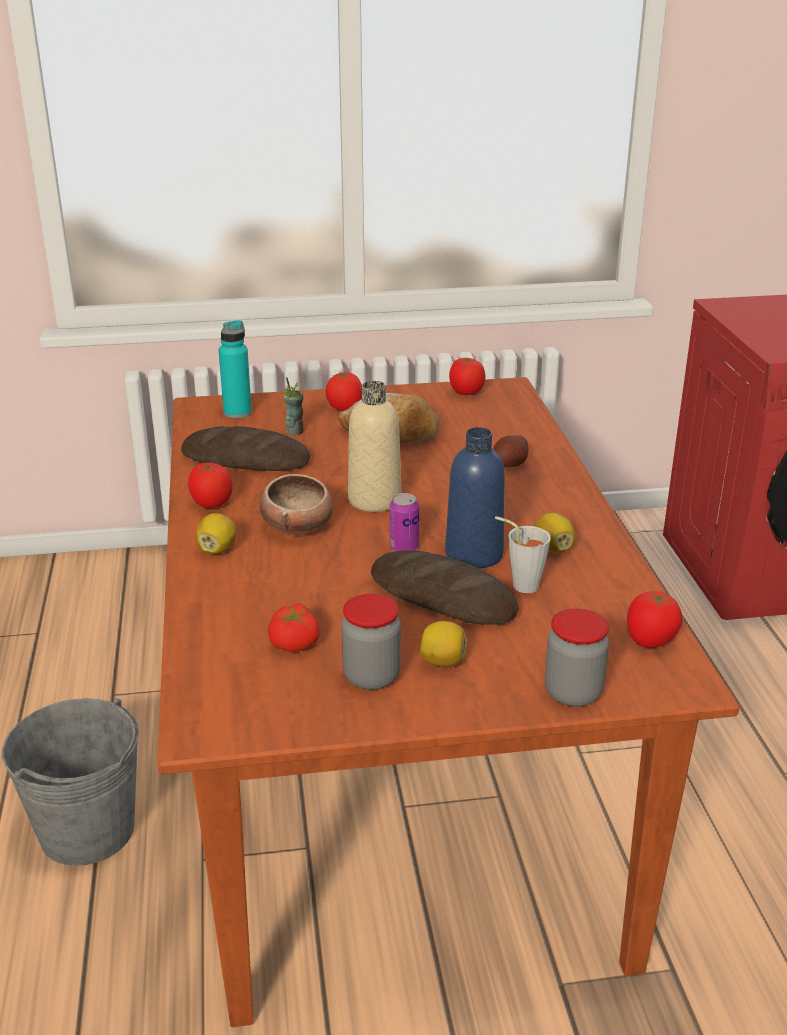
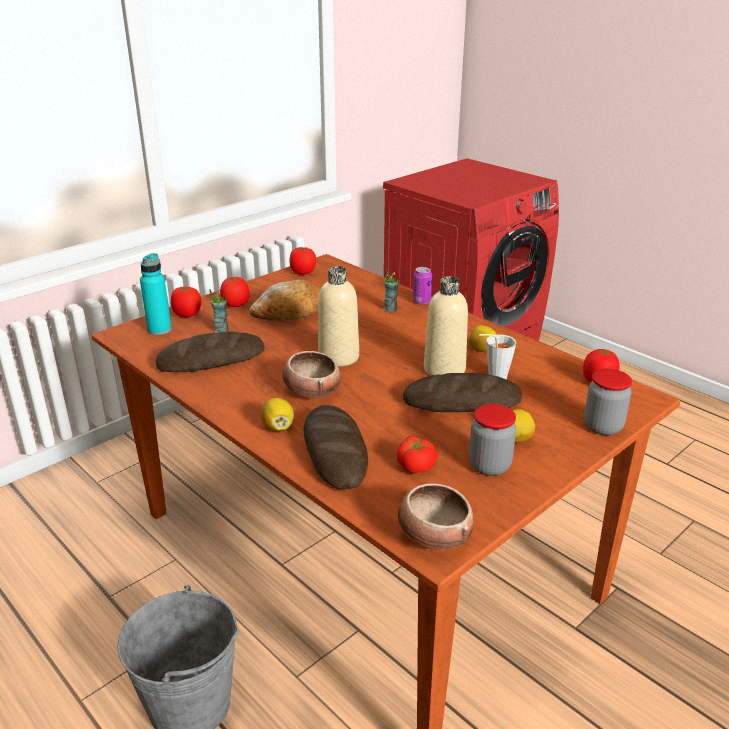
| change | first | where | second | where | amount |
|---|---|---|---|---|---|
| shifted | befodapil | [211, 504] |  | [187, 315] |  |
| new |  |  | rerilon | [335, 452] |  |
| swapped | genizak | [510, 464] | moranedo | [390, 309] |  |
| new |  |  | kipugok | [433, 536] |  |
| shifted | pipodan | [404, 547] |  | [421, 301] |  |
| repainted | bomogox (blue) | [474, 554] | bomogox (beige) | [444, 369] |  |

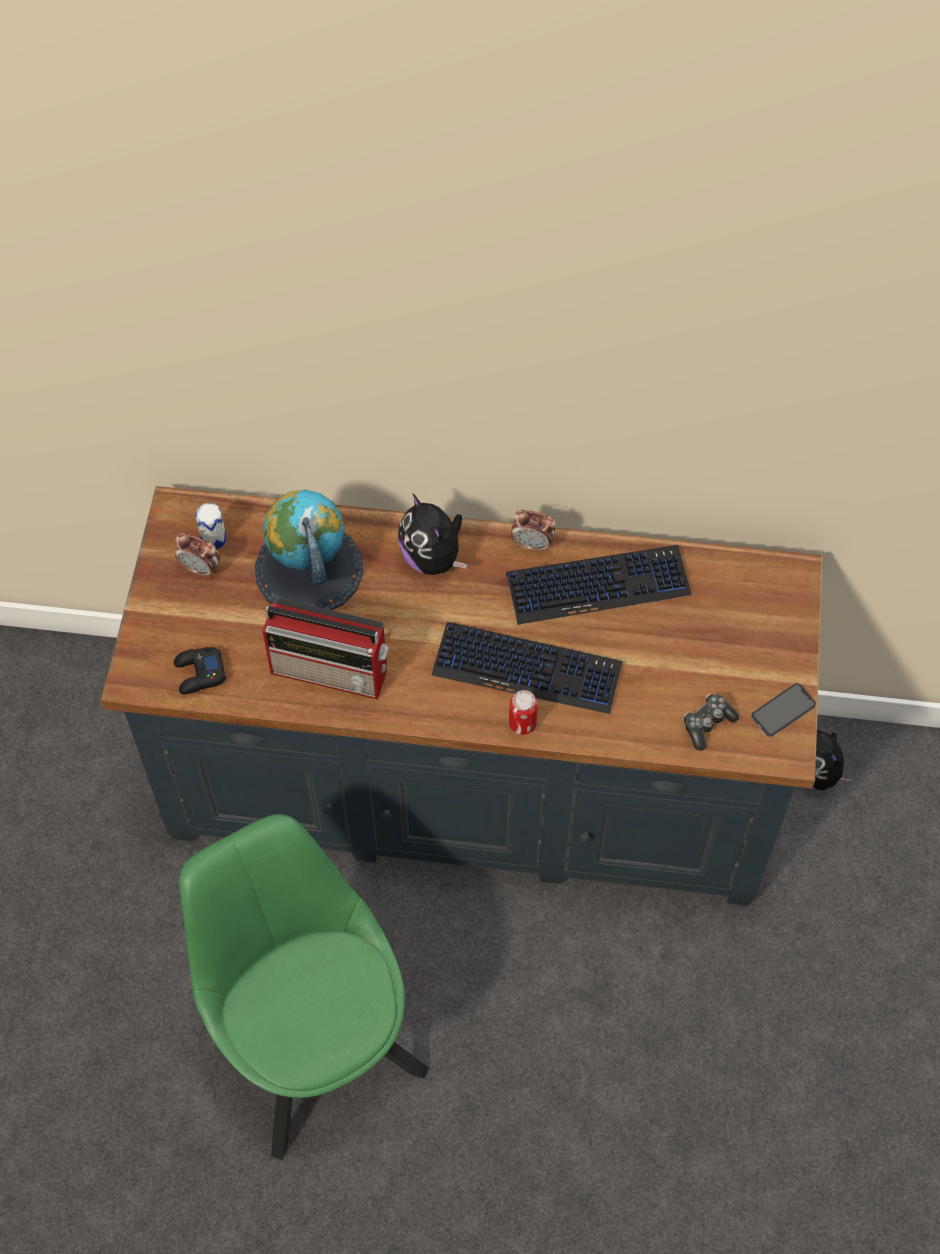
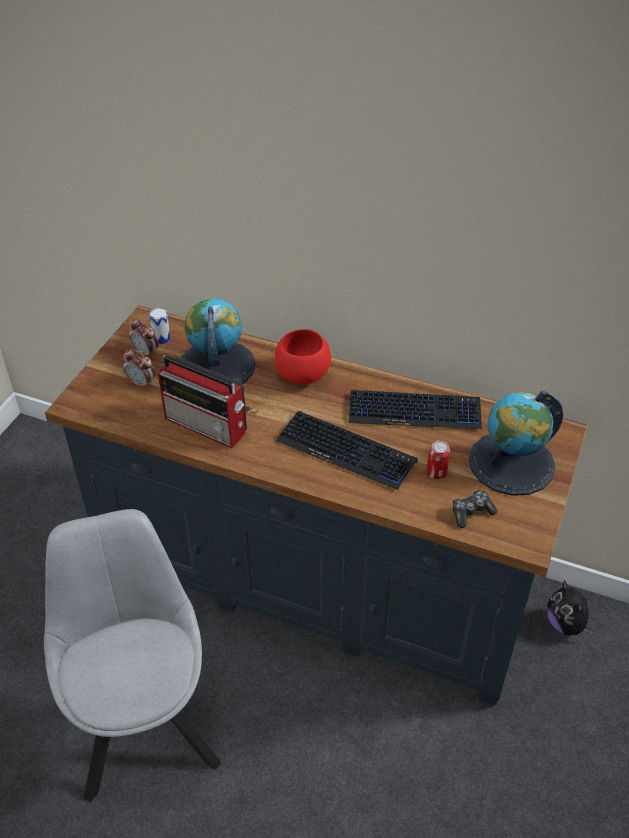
| change | first | where | second | where | amount |
|---|---|---|---|---|---|
| repainted | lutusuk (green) | [312, 1041] | lutusuk (grey) | [144, 722] |  |
| shifted | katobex | [532, 544] |  | [141, 383] |  |
| swapped | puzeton | [433, 558] | kipugok (red) | [303, 375] |  |
| shifted | pipodan | [522, 723] |  | [436, 472] |  |
| new |  |  | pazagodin | [511, 463] |  |
| gone | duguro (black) | [199, 674] |  |  |  |
| gone | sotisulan | [783, 711] |  |  |  |

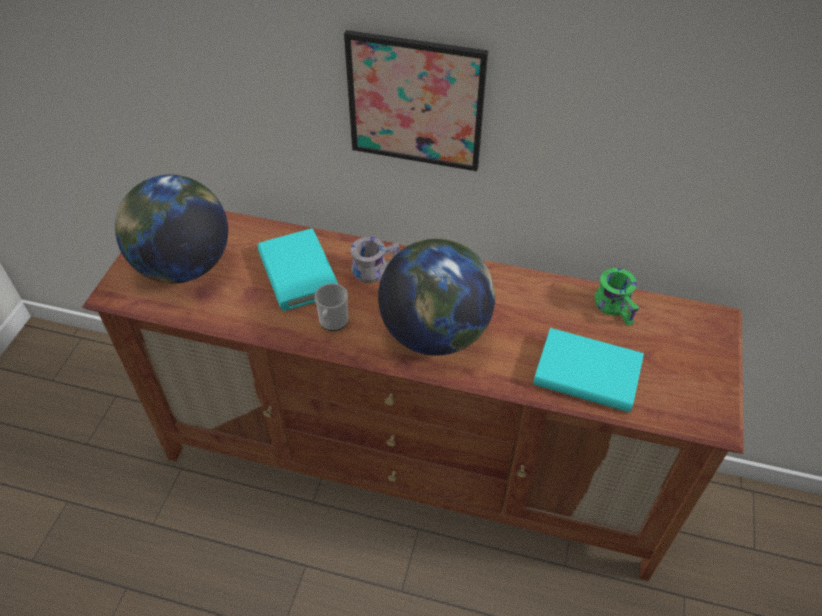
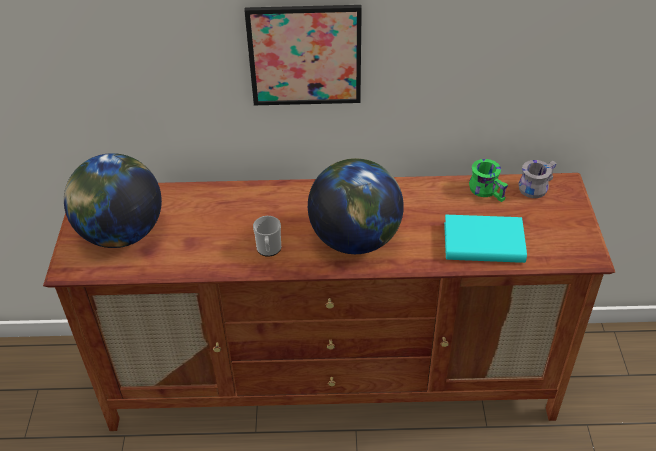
| change | first | where | second | where | amount |
|---|---|---|---|---|---|
| shifted | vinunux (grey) | [373, 267] |  | [534, 186] |  |
| gone | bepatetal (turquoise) | [298, 273] |  |  |  |

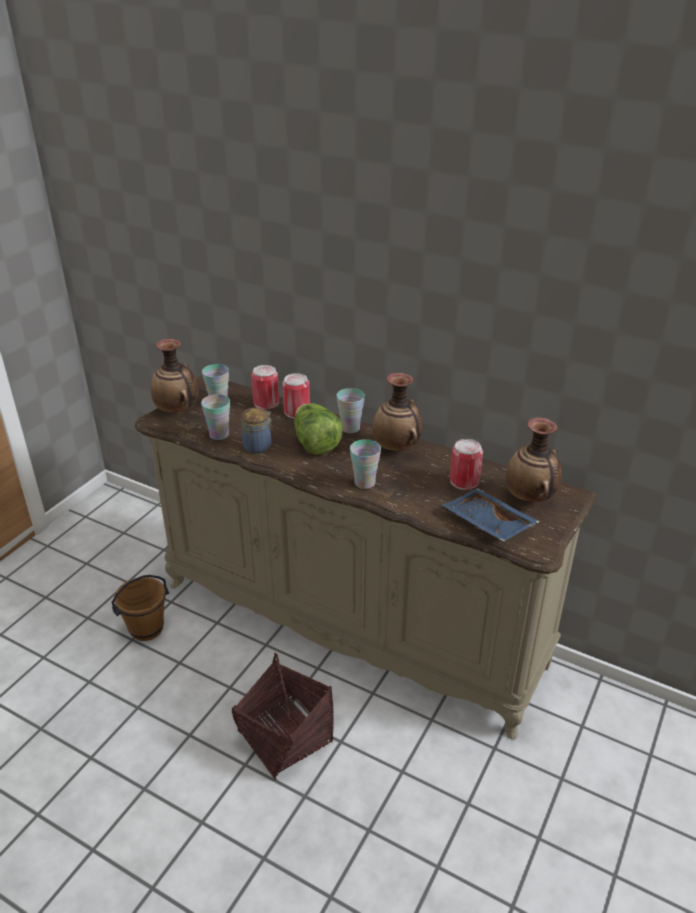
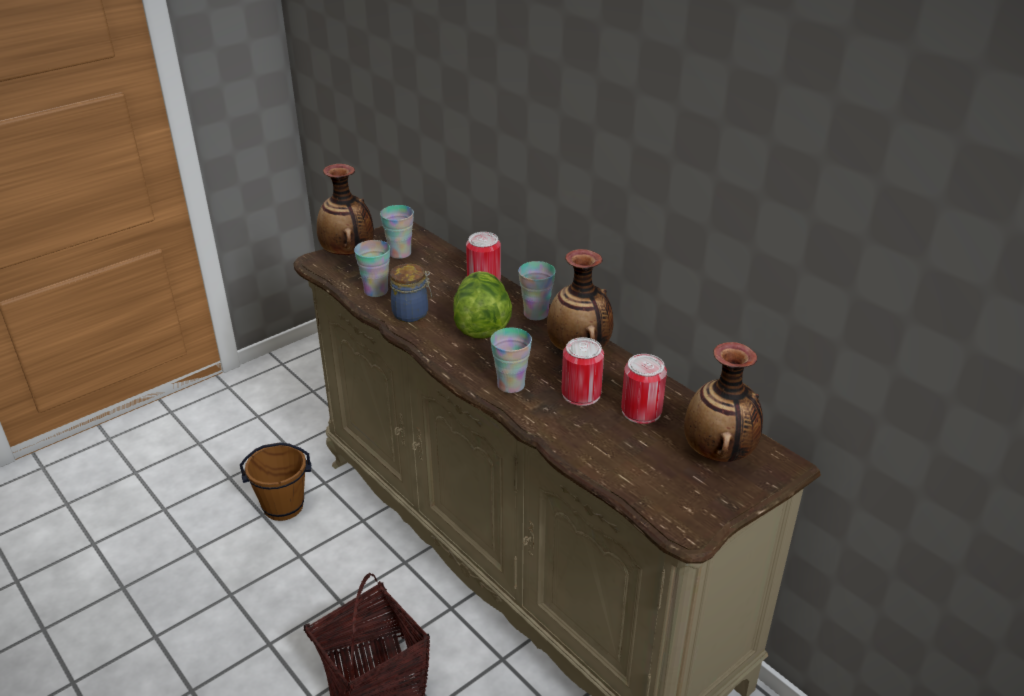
| change | first | where | second | where | amount |
|---|---|---|---|---|---|
| shifted | pipodan | [266, 402] |  | [581, 393] |  |
| gone | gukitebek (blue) | [487, 524] |  |  |  |

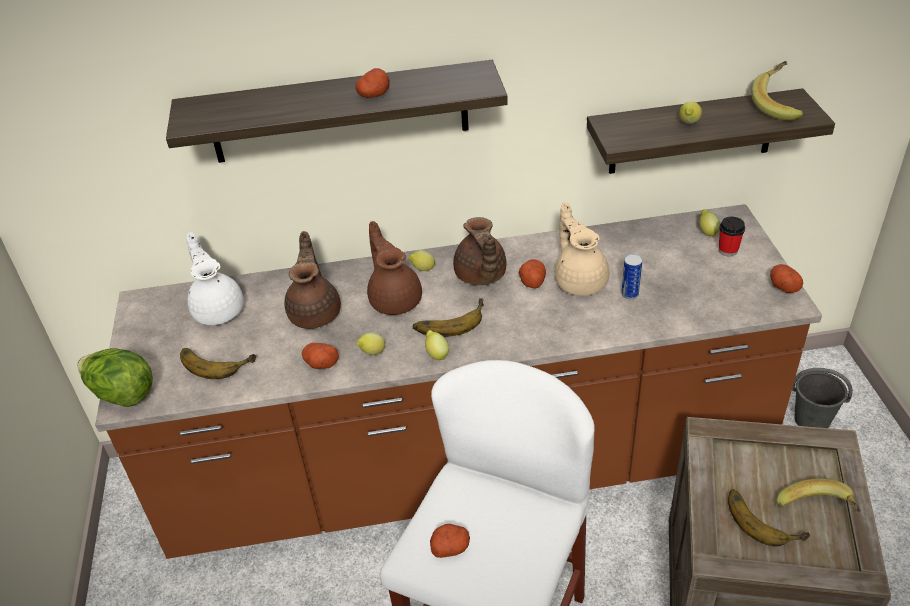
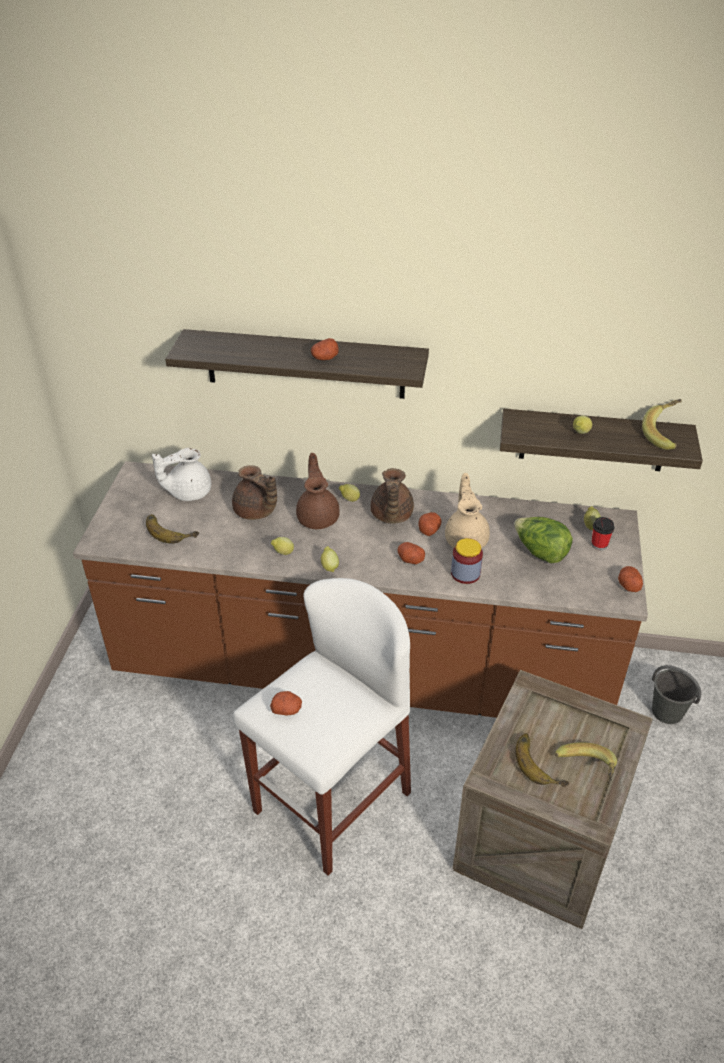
| change | first | where | second | where | amount |
|---|---|---|---|---|---|
| rotated | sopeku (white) | [218, 309] |  | [188, 492] | 105 degrees counterclockwise |
| rotated | sopeku (brown) | [315, 312] |  | [256, 512] | 120 degrees clockwise |
| shifted | genizak | [320, 363] |  | [410, 559] |  |
| new |  |  | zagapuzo | [465, 574] |  |
| shifted | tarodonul | [122, 394] |  | [540, 553] |  |
| gone | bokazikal | [449, 320] |  |  |  |
| gone | pipodan | [630, 294] |  |  |  |

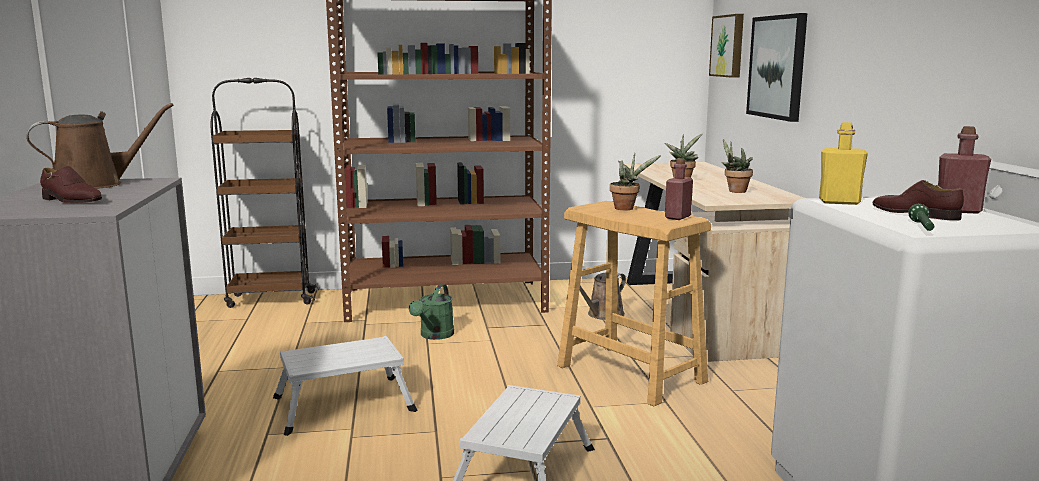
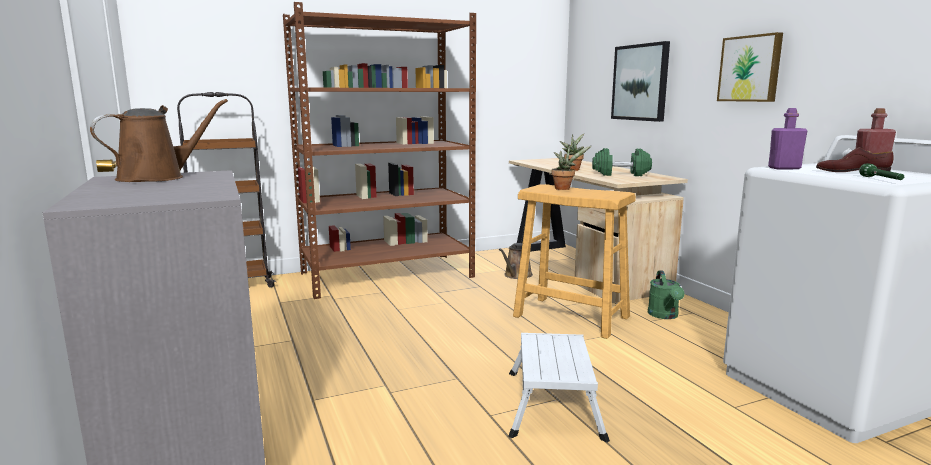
| change | first | where | second | where | amount |
|---|---|---|---|---|---|
| swapped | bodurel | [734, 191] | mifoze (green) | [620, 174] |  |
| shifted | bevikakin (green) | [434, 336] |  | [664, 316] |  |
| shifted | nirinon | [729, 46] |  | [750, 69] |  |
| repainted | bomogox (yellow) | [839, 202] | bomogox (purple) | [784, 168] |  |
| gone | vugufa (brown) | [71, 201] |  |  |  |
| gone | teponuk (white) | [342, 404] |  |  |  |
| gone | bomogox (red) | [678, 217] |  |  |  |

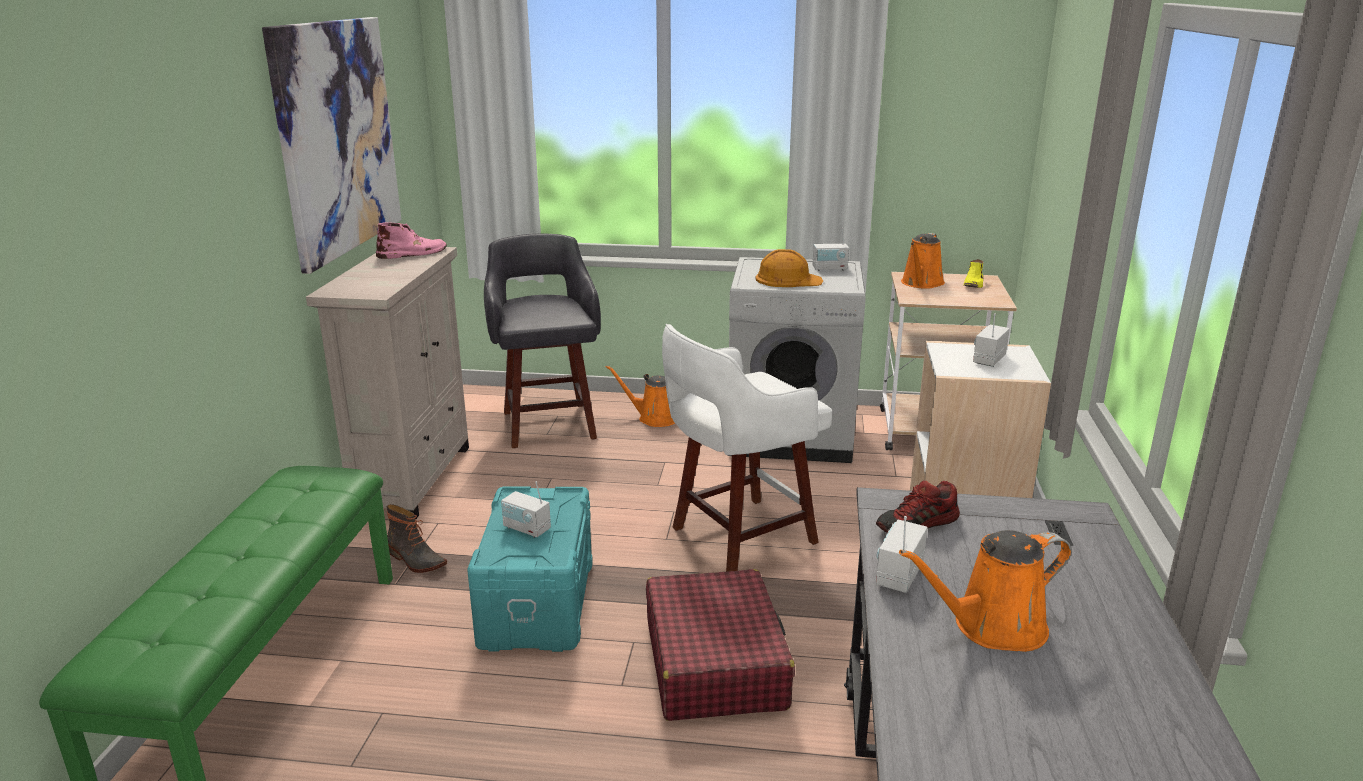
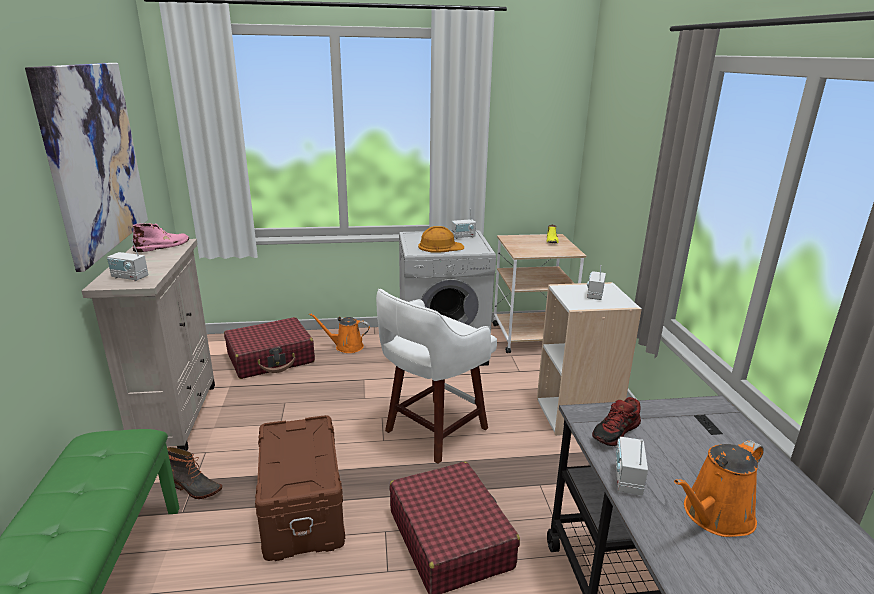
| change | first | where | second | where | amount |
|---|---|---|---|---|---|
| shifted | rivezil | [526, 529] |  | [130, 277] |  |
| swapped | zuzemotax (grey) | [549, 423] | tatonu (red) | [271, 358] |  |
| repainted | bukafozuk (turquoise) | [539, 602] | bukafozuk (brown) | [304, 509] |  |
| gone | bevikakin (orange) | [921, 283] |  |  |  |

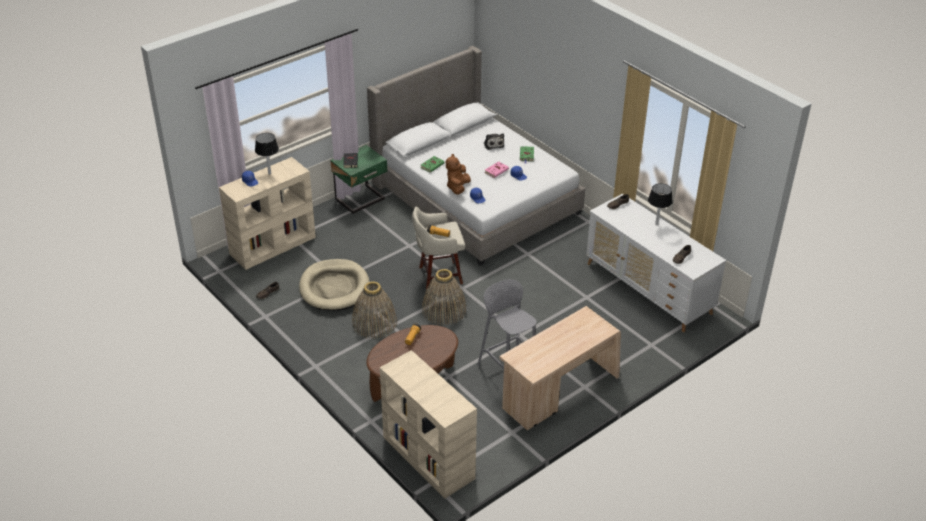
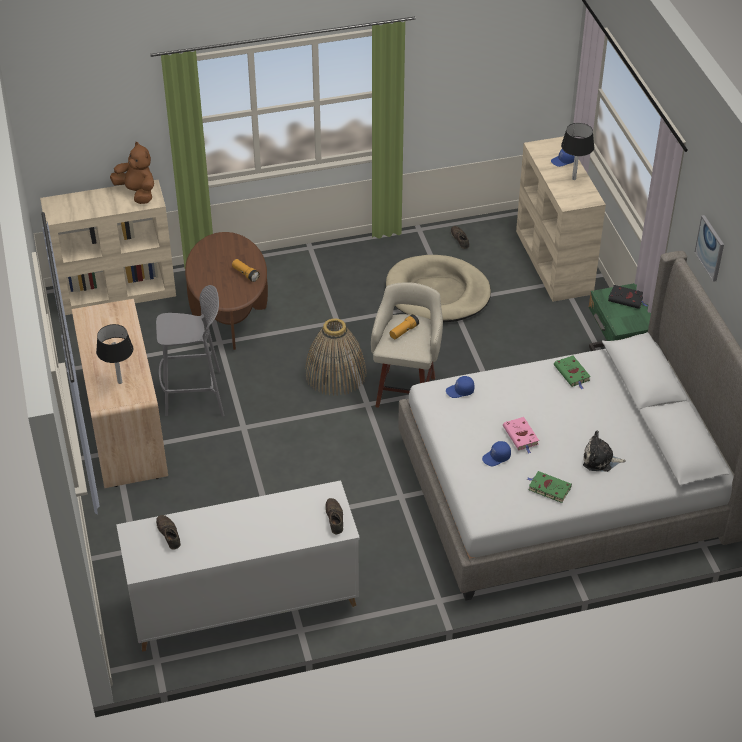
| change | first | where | second | where | amount |
|---|---|---|---|---|---|
| shifted | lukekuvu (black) | [656, 224] |  | [119, 382] |  |
| shifted | puzeton (brown) | [457, 187] |  | [137, 193] |  |
| new |  |  | nirinon | [710, 248] |  |
| gone | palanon | [374, 323] |  |  |  |

